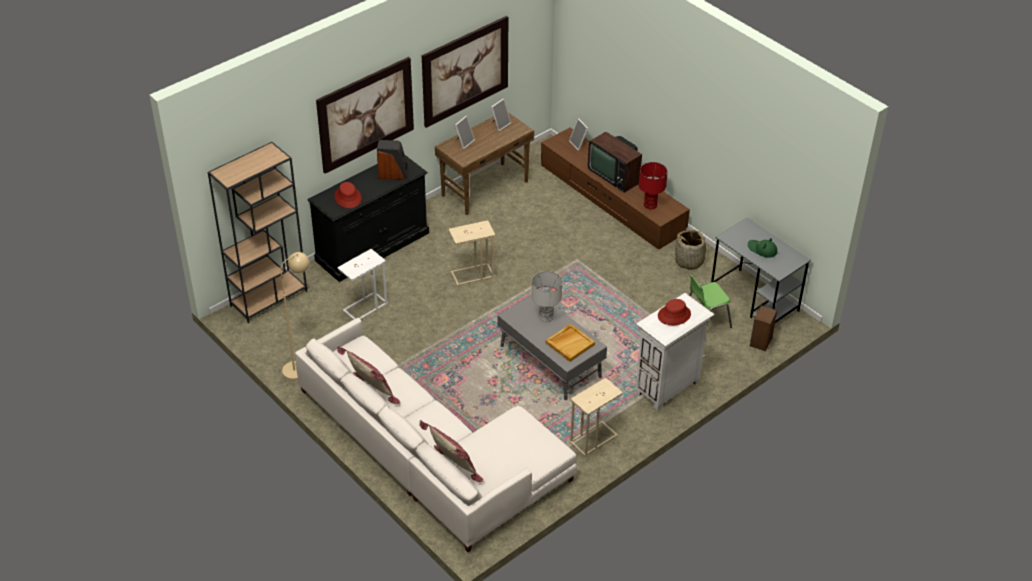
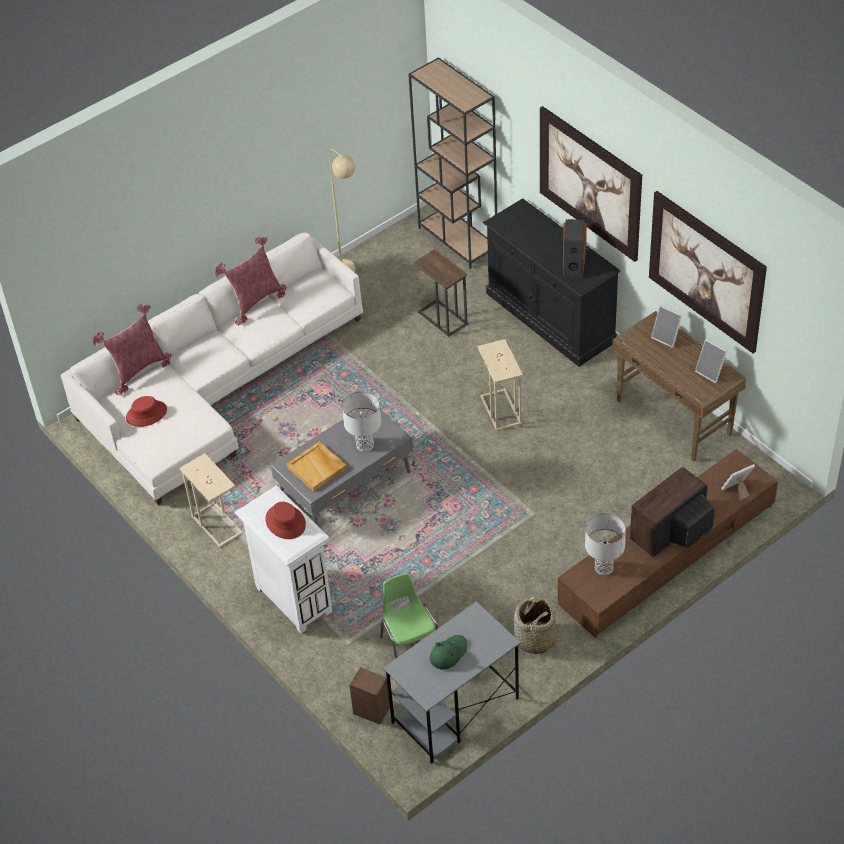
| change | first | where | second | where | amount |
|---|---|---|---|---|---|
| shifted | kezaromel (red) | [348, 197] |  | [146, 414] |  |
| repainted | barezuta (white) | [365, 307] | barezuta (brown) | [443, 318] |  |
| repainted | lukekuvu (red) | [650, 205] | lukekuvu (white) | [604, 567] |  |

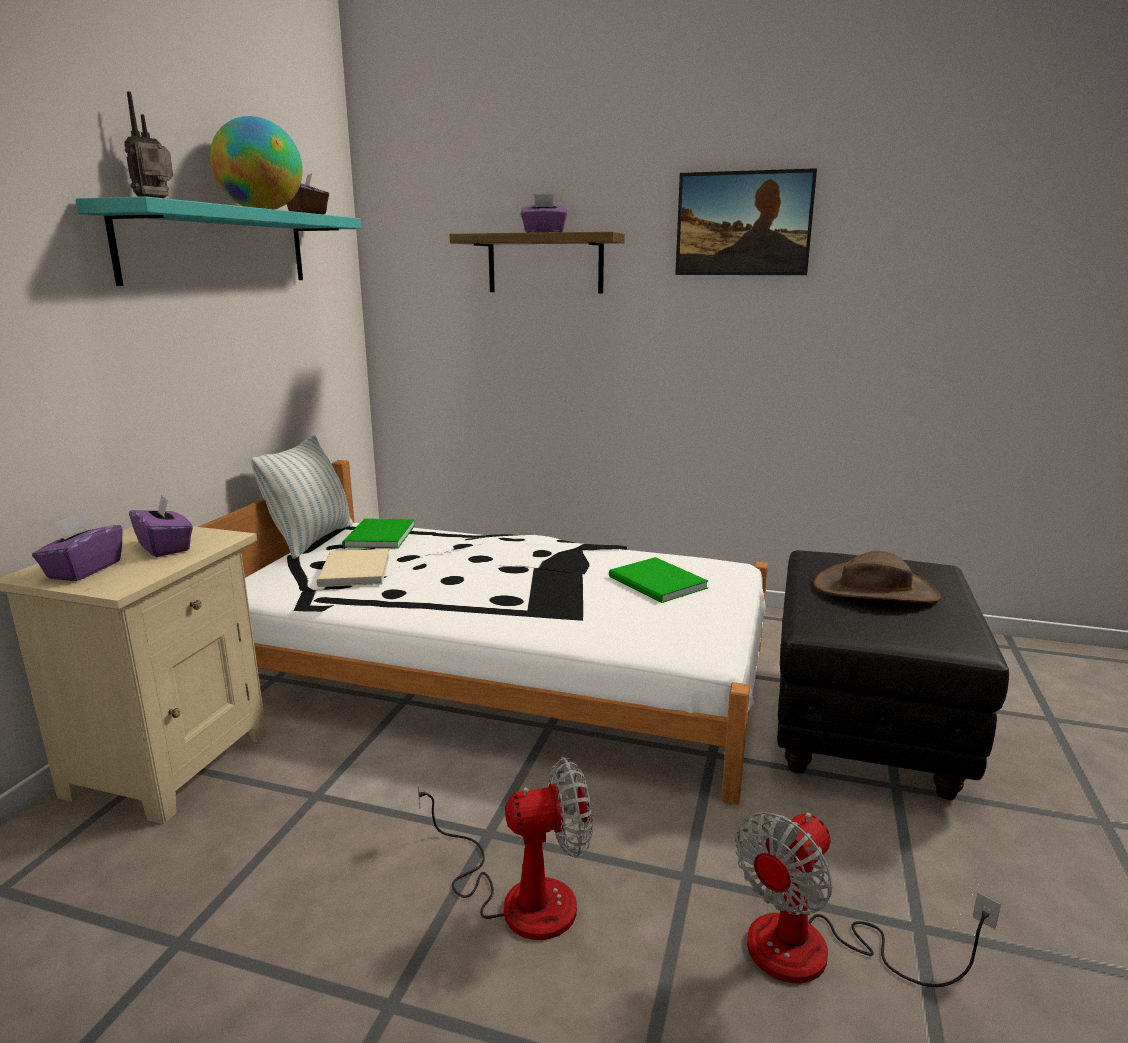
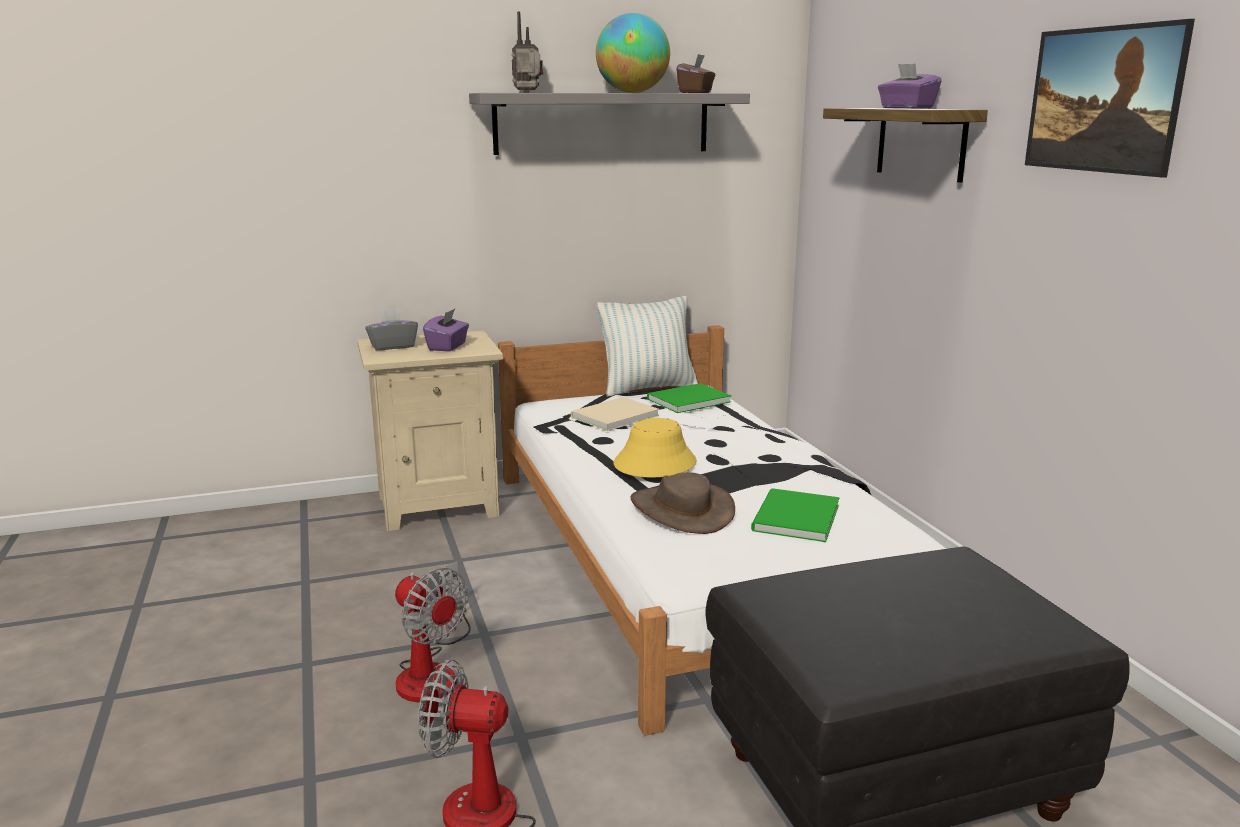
| change | first | where | second | where | amount |
|---|---|---|---|---|---|
| repainted | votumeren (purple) | [84, 570] | votumeren (grey) | [392, 346] |  |
| repainted | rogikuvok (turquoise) | [218, 247] | rogikuvok (grey) | [602, 123] |  |
| new |  |  | kezaromel (yellow) | [654, 463] |  |
| shifted | kezaromel (brown) | [875, 590] |  | [682, 510] |  |

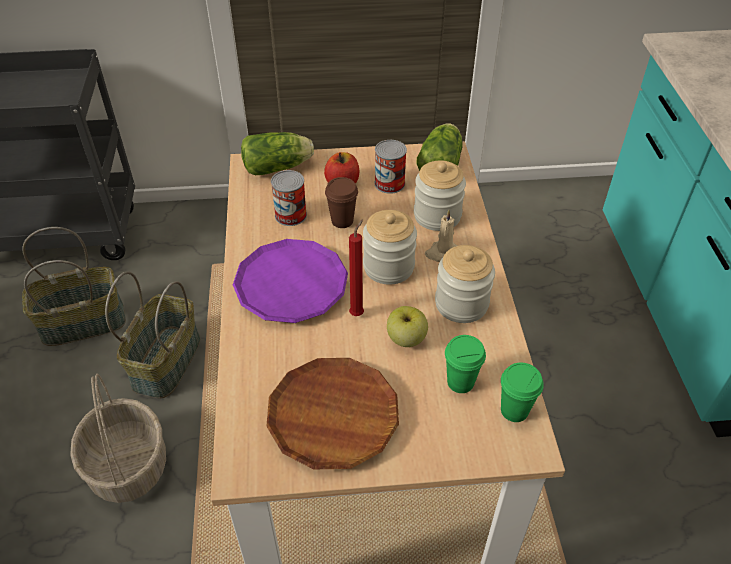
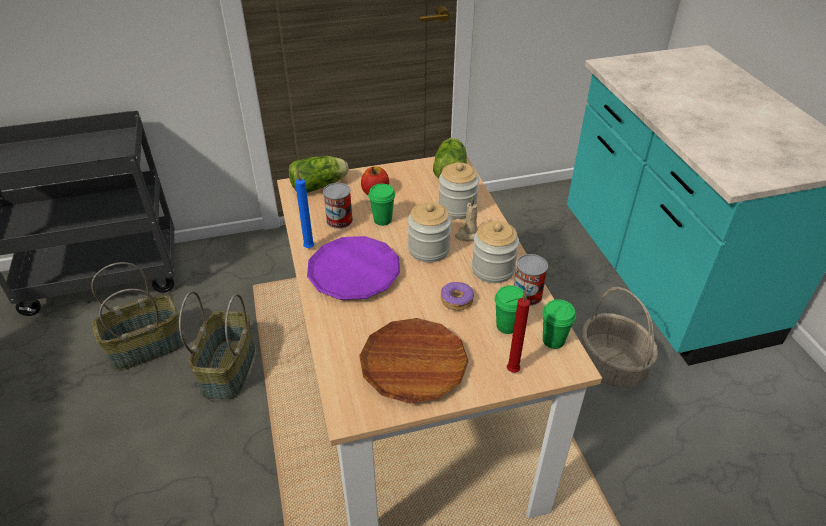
| change | first | where | second | where | amount |
|---|---|---|---|---|---|
| new |  |  | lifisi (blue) | [309, 247] |  |
| repainted | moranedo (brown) | [342, 221] | moranedo (green) | [382, 220] |  |
| swapped | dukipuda | [406, 339] | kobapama | [456, 300] |  |
| shifted | lifisi (red) | [358, 313] |  | [513, 369] |  |
| shifted | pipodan | [389, 183] |  | [527, 295] |  |
| shifted | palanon | [127, 465] |  | [610, 365] |  |

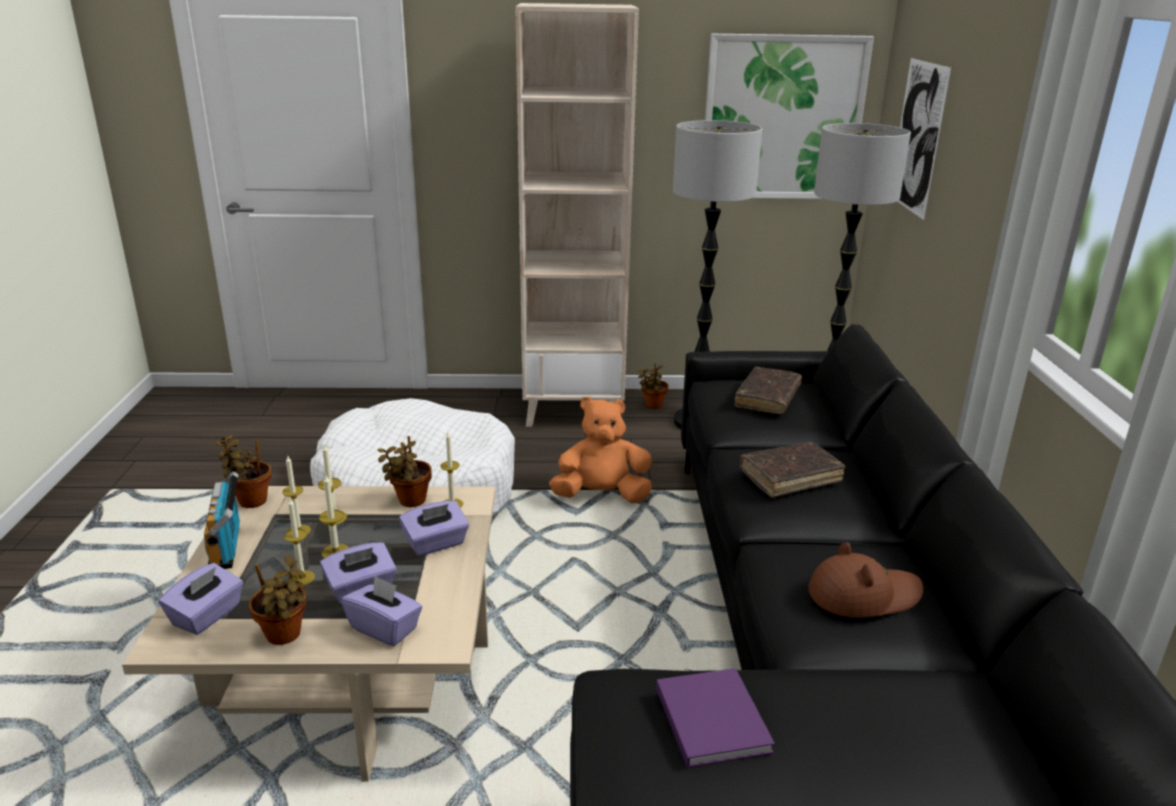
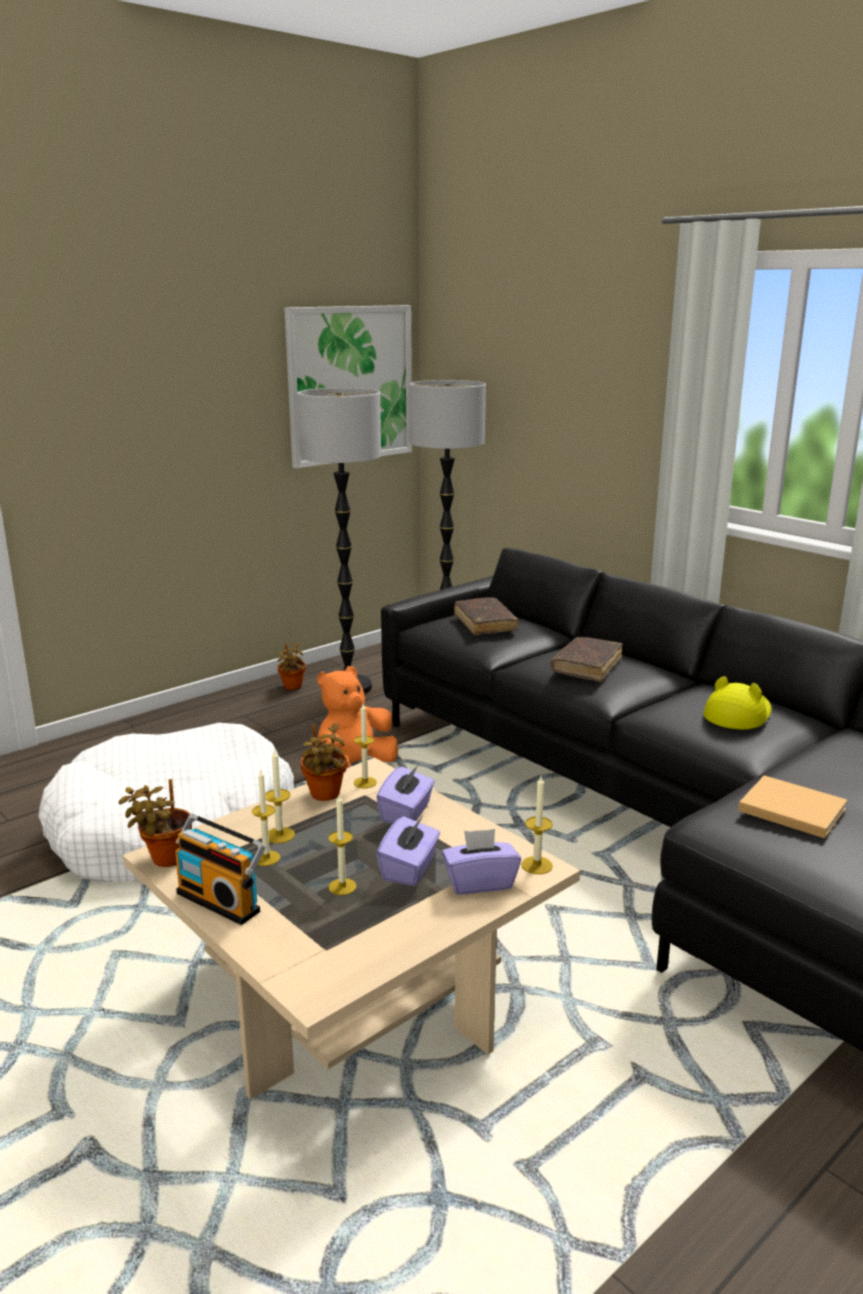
| change | first | where | second | where | amount |
|---|---|---|---|---|---|
| shifted | lifisi | [335, 552] |  | [537, 865] |  |
| repainted | kezaromel (brown) | [863, 594] | kezaromel (yellow) | [738, 714] |  |
| repainted | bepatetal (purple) | [711, 717] | bepatetal (beige) | [789, 808] |  |
| gone | votumeren (purple) | [207, 615] |  |  |  |
| gone | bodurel | [285, 636] |  |  |  |
| gone | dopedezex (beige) | [574, 409] |  |  |  |
| gone | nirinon | [917, 137] |  |  |  |

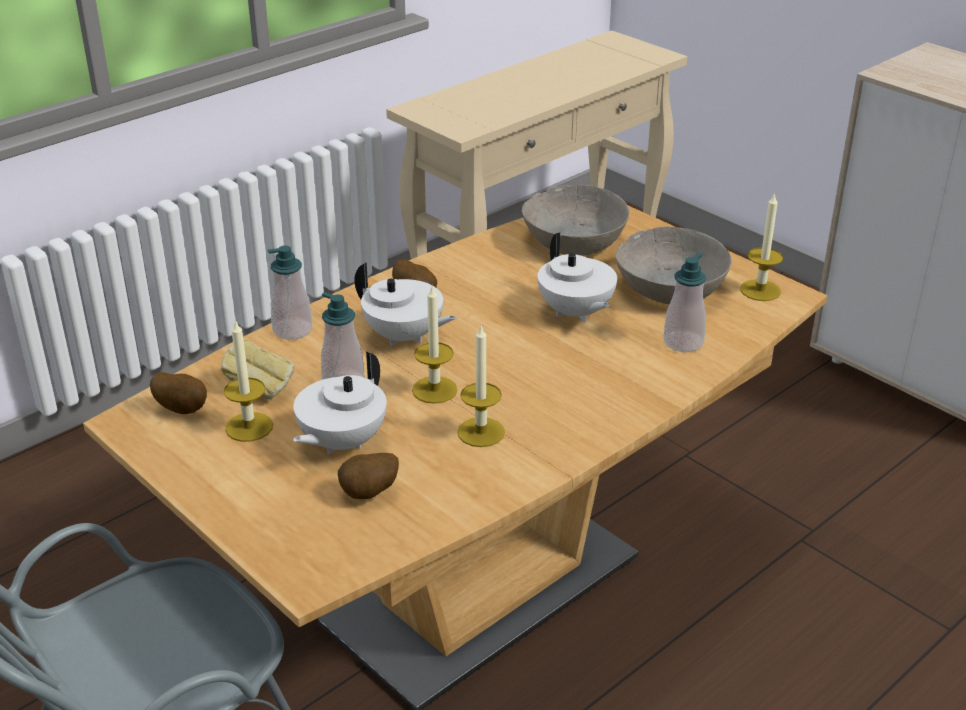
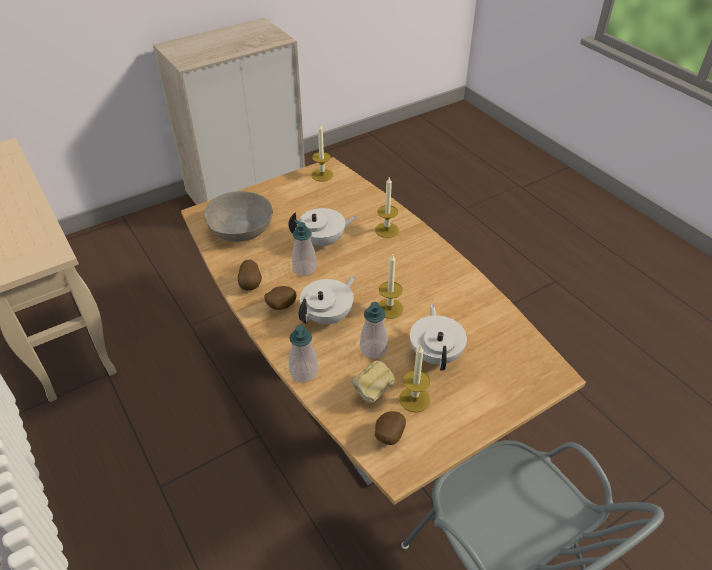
| change | first | where | second | where | amount |
|---|---|---|---|---|---|
| shifted | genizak | [370, 494] |  | [251, 285] |  |
| shifted | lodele | [683, 342] |  | [304, 268] |  |
| shifted | lifisi | [481, 432] |  | [386, 230] |  |
| rotated | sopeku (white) | [341, 442] |  | [436, 354] | 135 degrees counterclockwise |
| gone | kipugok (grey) | [670, 288] |  |  |  |

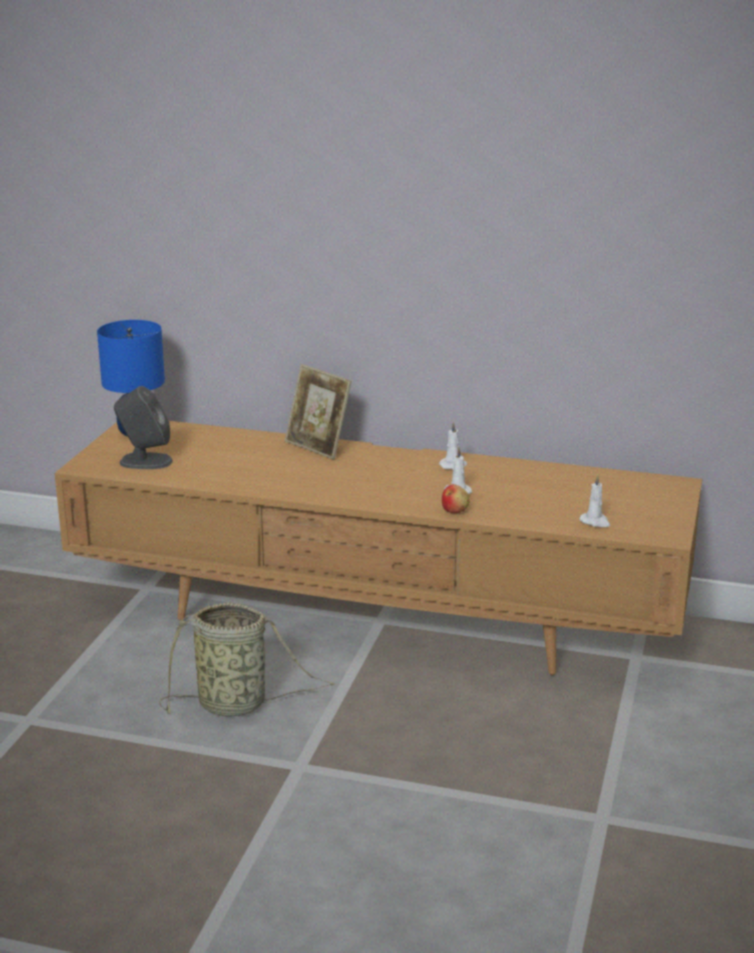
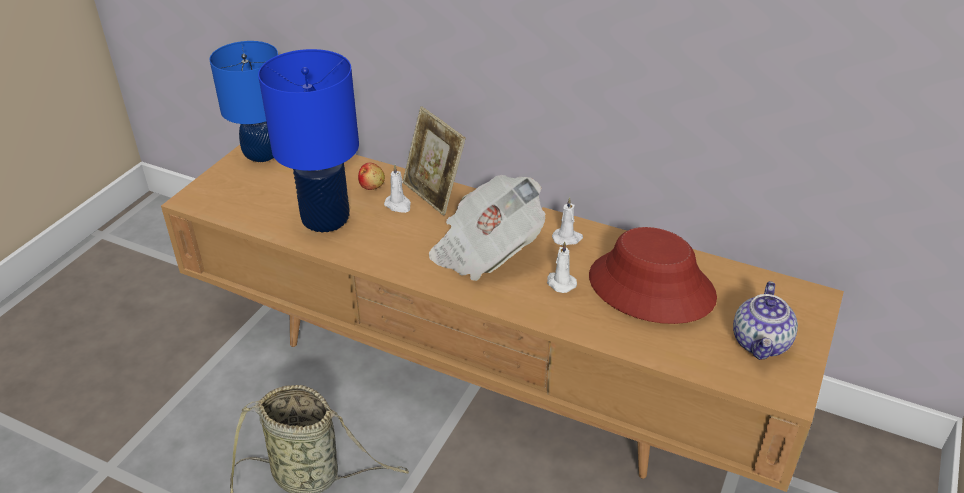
| change | first | where | second | where | amount |
|---|---|---|---|---|---|
| new |  |  | lukekuvu (blue) | [326, 222] |  |
| shifted | dukipuda | [455, 510] |  | [372, 185] |  |
| shifted | lifisi (white) | [595, 522] |  | [398, 205] |  |
| new |  |  | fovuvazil | [485, 250] |  |
| new |  |  | kezaromel (red) | [650, 287] |  |
| new |  |  | sopeku | [761, 343] |  |
| gone | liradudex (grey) | [145, 461] |  |  |  |

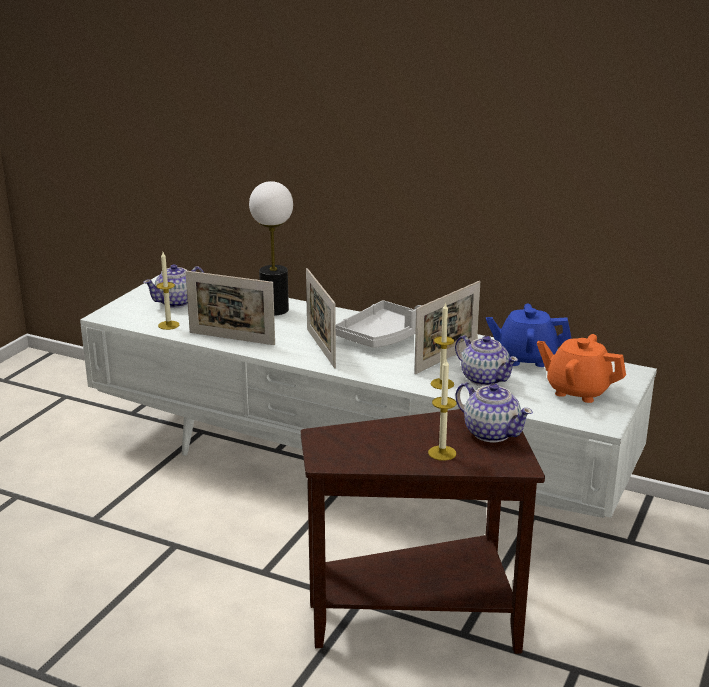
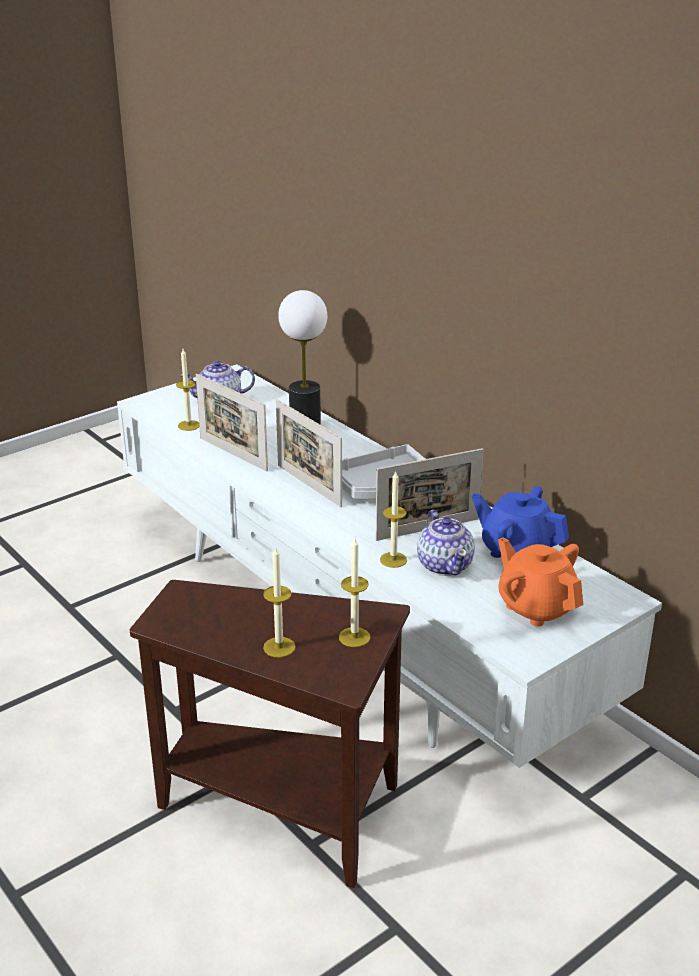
| change | first | where | second | where | amount |
|---|---|---|---|---|---|
| rotated | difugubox | [321, 348] |  | [309, 485] | 45 degrees counterclockwise |
| swapped | sopeku | [491, 432] | lifisi | [354, 637] |  |

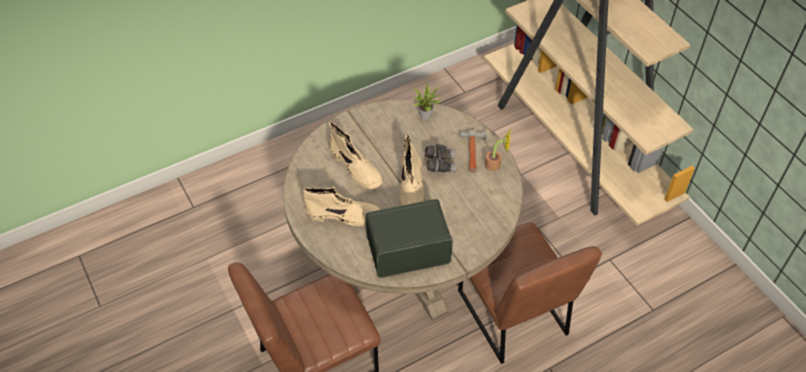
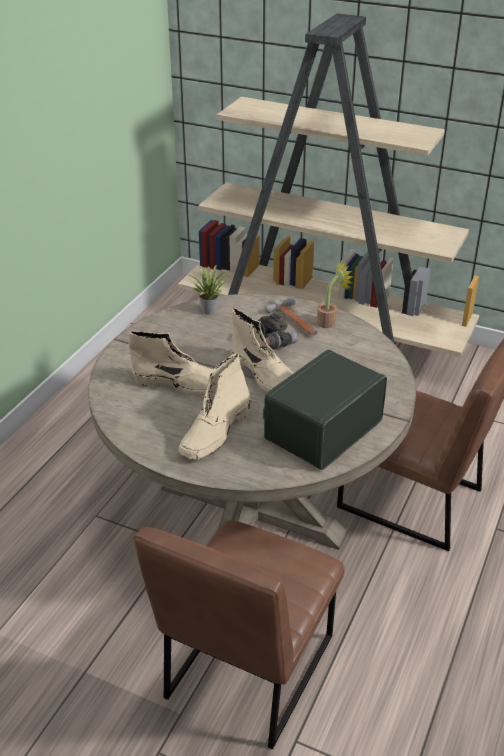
| change | first | where | second | where | amount |
|---|---|---|---|---|---|
| rotated | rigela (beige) | [344, 215] |  | [215, 432] | 150 degrees clockwise |

